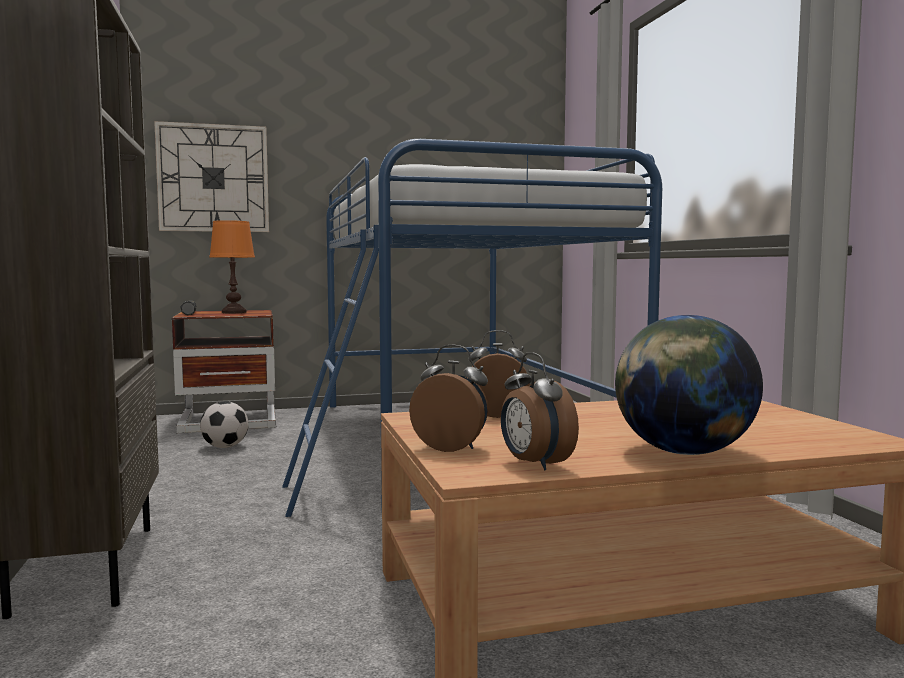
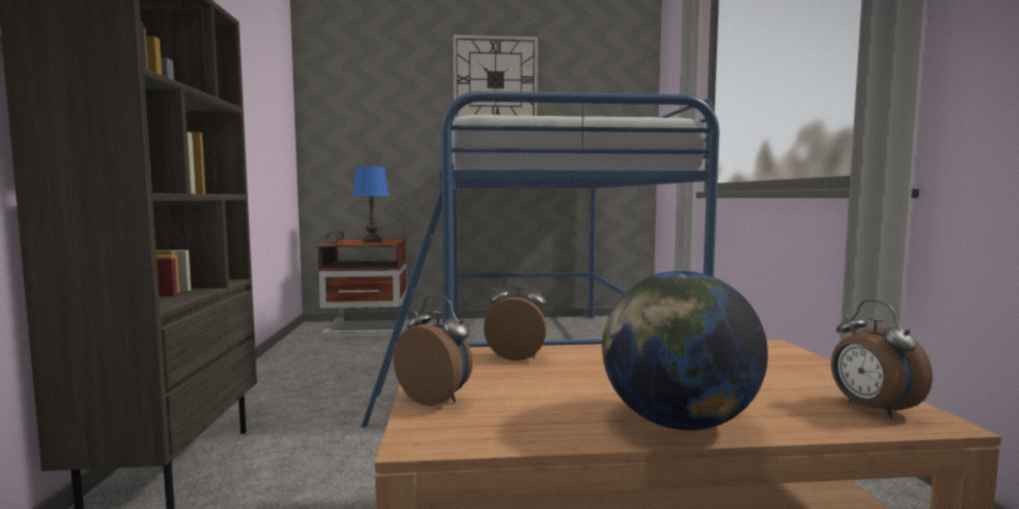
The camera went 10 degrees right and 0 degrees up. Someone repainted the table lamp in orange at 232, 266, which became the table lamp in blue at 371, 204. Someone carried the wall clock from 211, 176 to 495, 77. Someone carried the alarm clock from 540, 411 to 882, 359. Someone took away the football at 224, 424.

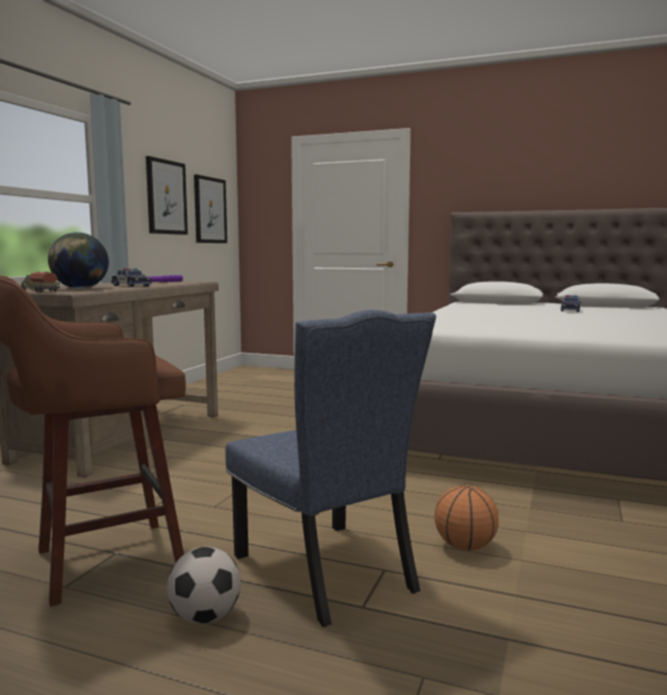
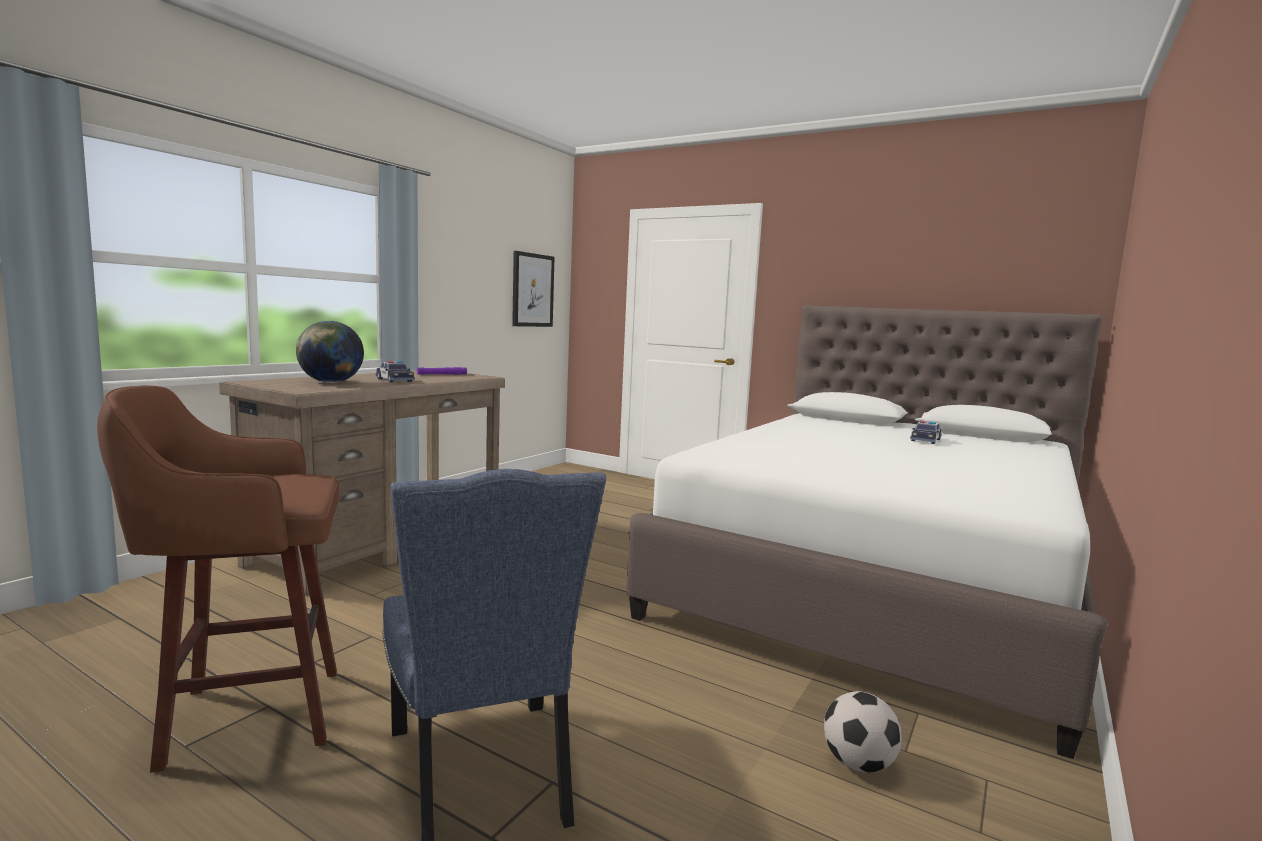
The camera went 10 degrees right and 0 degrees up. Someone carried the football from 204, 585 to 863, 732. Someone took away the toy truck at 40, 282. Someone took away the picture at 167, 195. Someone took away the basketball at 466, 518.

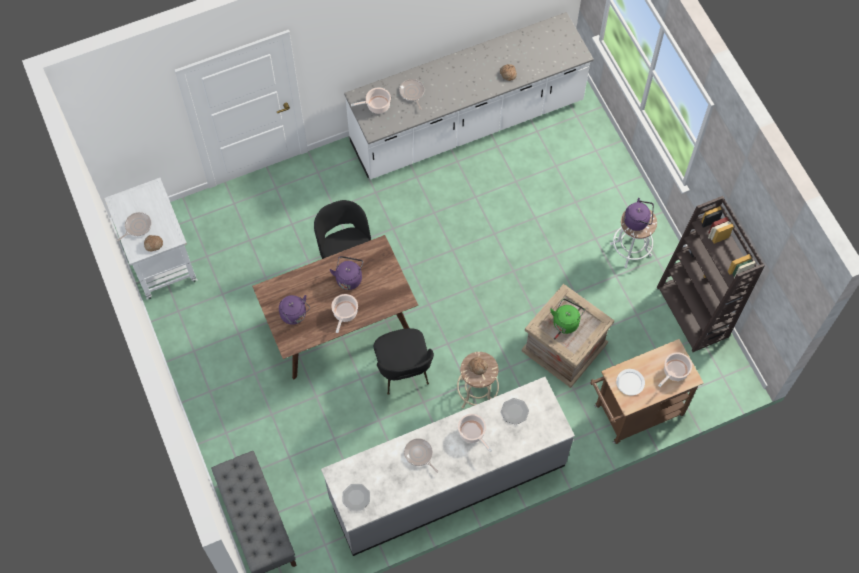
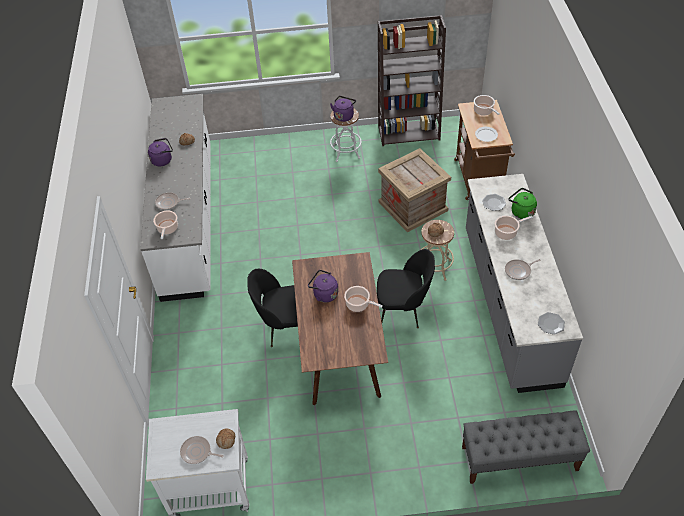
The camera went 70 degrees left and 15 degrees down. Someone carried the kettle in purple from 294, 310 to 160, 152. Someone rotated the frying pan at 134, 227 by 45 degrees counterclockwise. Someone carried the kettle in green from 567, 316 to 522, 203.

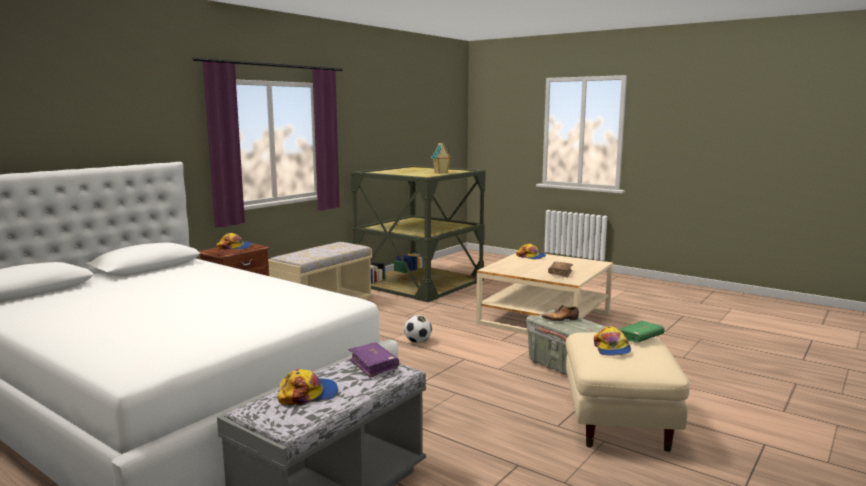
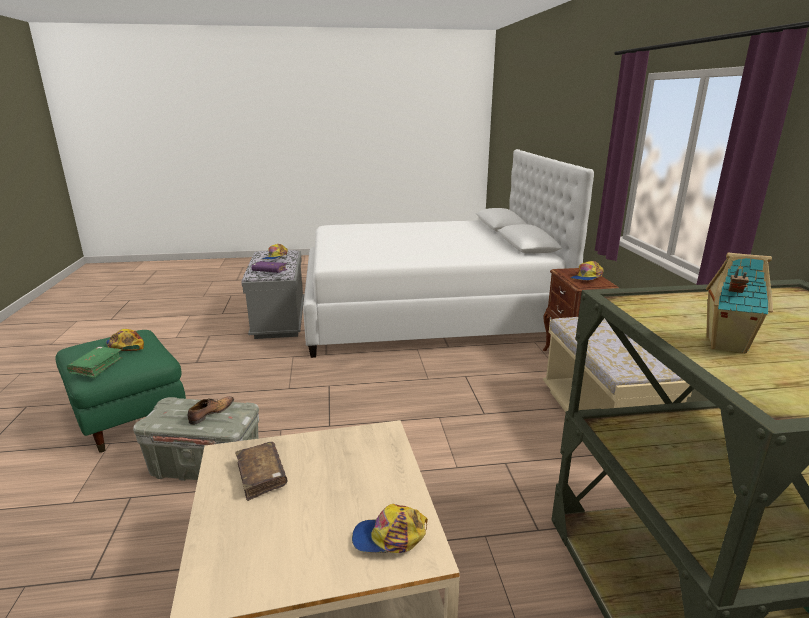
The camera went 135 degrees right and 10 degrees up. Someone repainted the ottoman in beige at 628, 392, which became the ottoman in green at 120, 391. Someone took away the football at 418, 329.

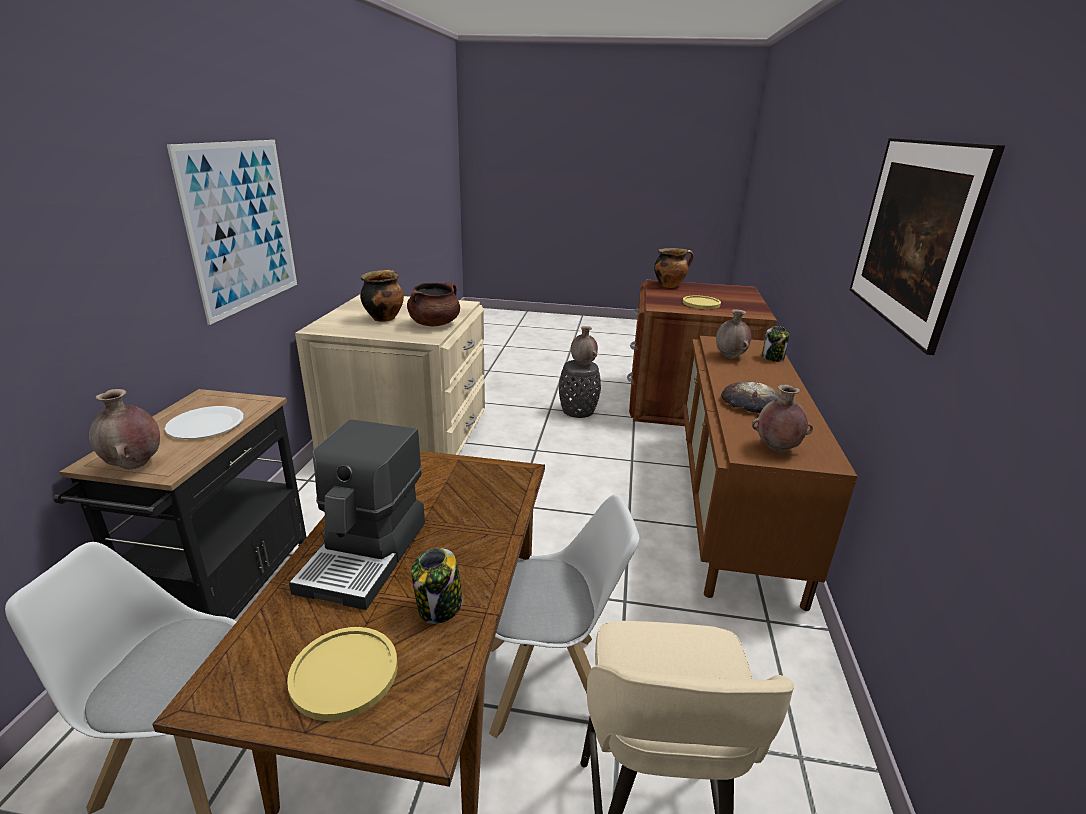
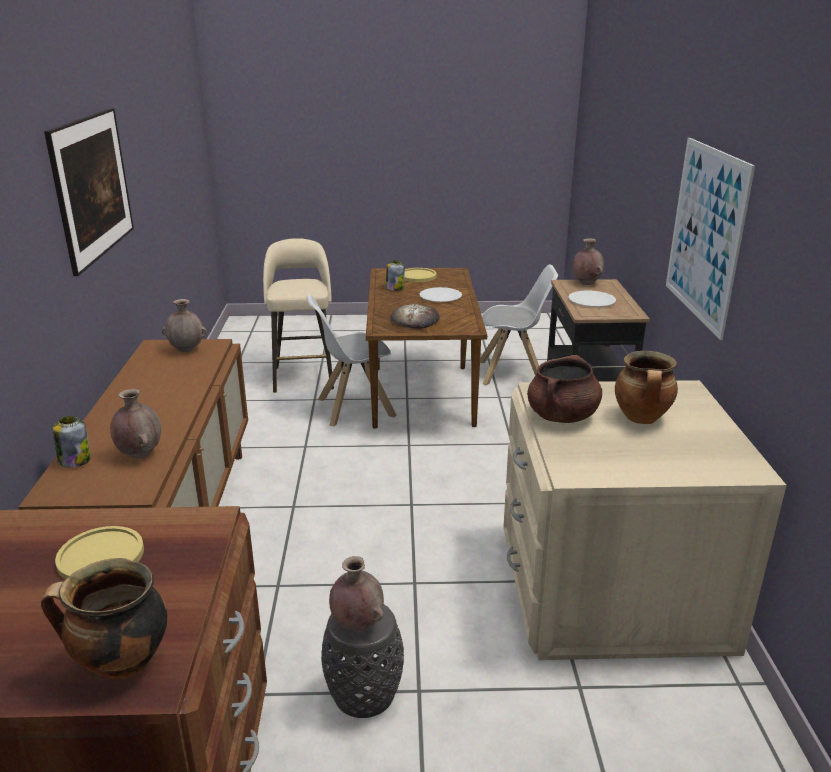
The camera went 170 degrees right and 0 degrees up. Someone carried the bread from 751, 397 to 415, 316. Someone swapped the coffee machine at 357, 514 for the plate in white at 440, 294.

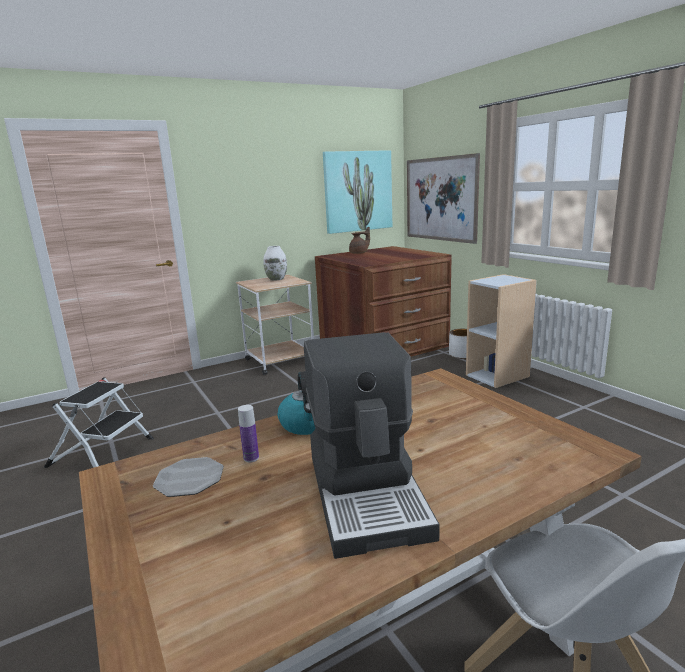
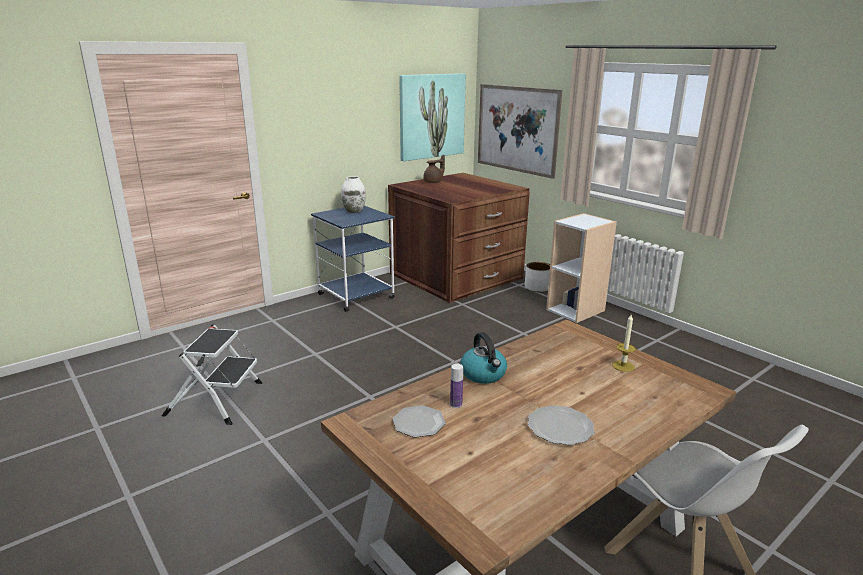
The camera went 10 degrees left and 5 degrees up. Someone repainted the cart in beige at 275, 324, which became the cart in blue at 353, 259. Someone swapped the coffee machine at 372, 445 for the plate at 561, 425. Someone put down the candle at 624, 343.

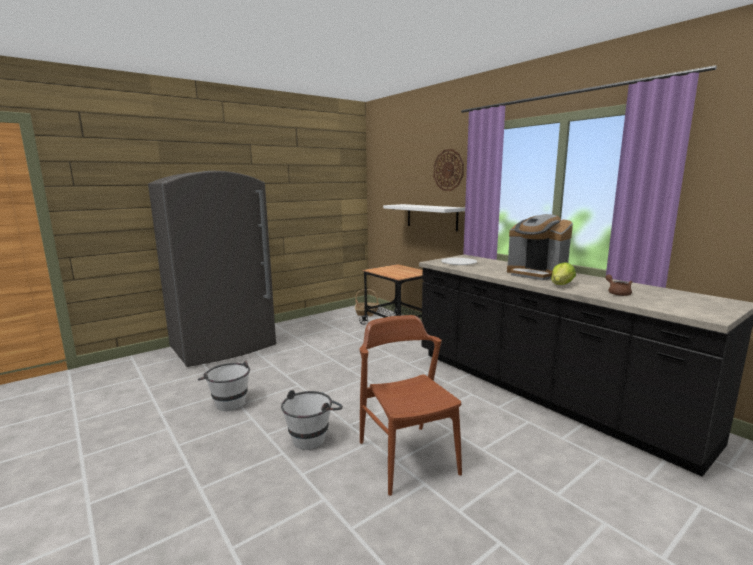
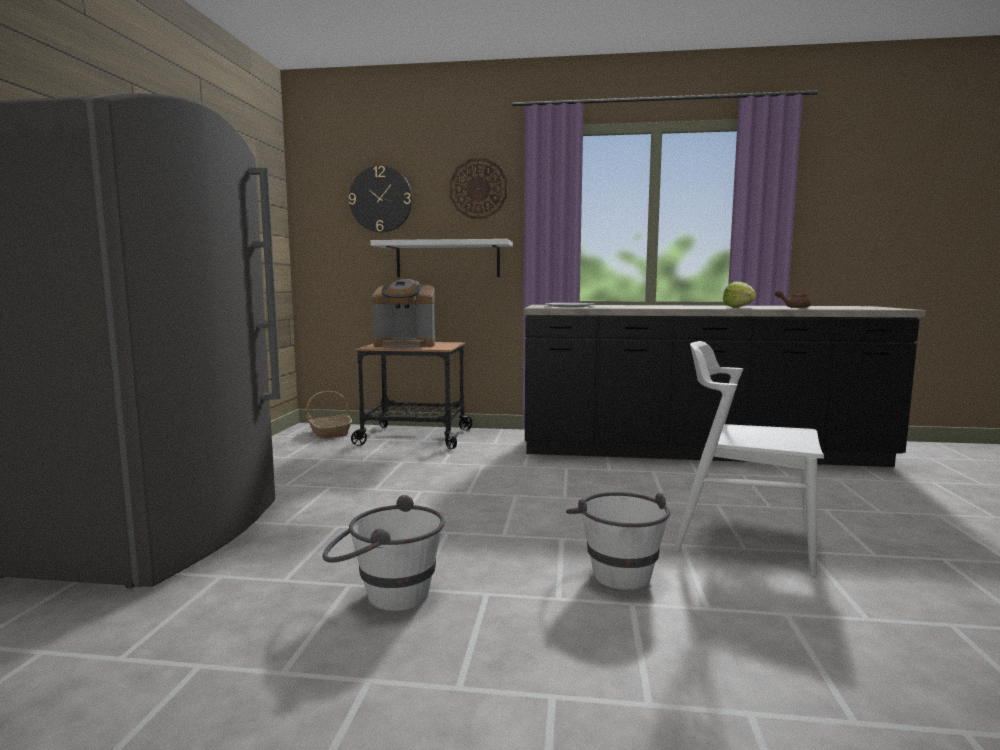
The camera went 45 degrees left and 5 degrees down. Someone put up the wall clock at 380, 198. Someone carried the coffee machine from 540, 247 to 403, 313. Someone repainted the chair in brown at 411, 405, which became the chair in white at 749, 458.

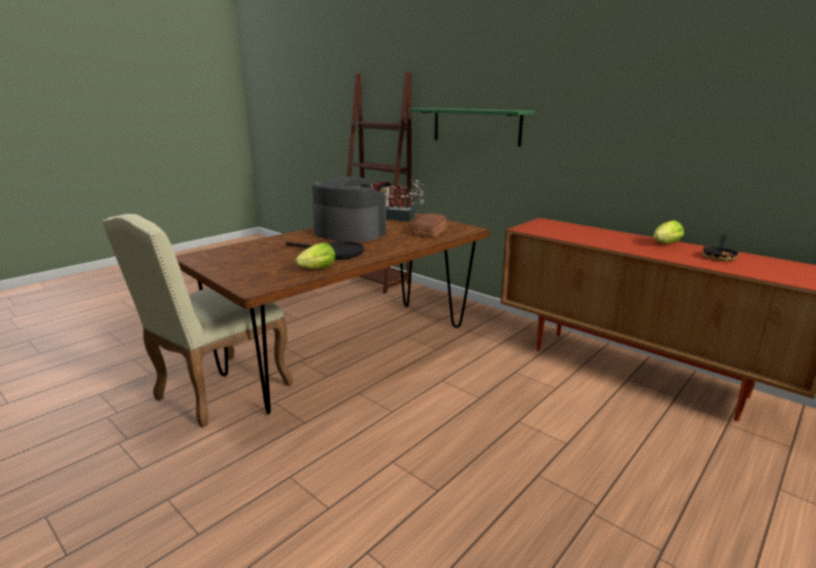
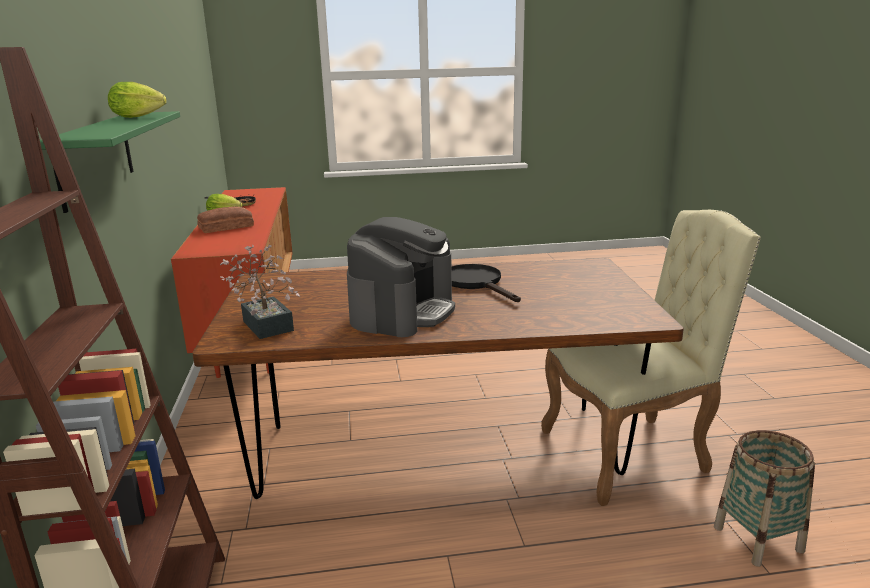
The camera went 140 degrees left and 0 degrees up. Someone carried the lettuce from 315, 256 to 137, 100. Someone carried the bread from 429, 226 to 225, 219. Someone rotated the coffee machine at 349, 209 by 135 degrees counterclockwise. Someone put down the basket at 764, 498.

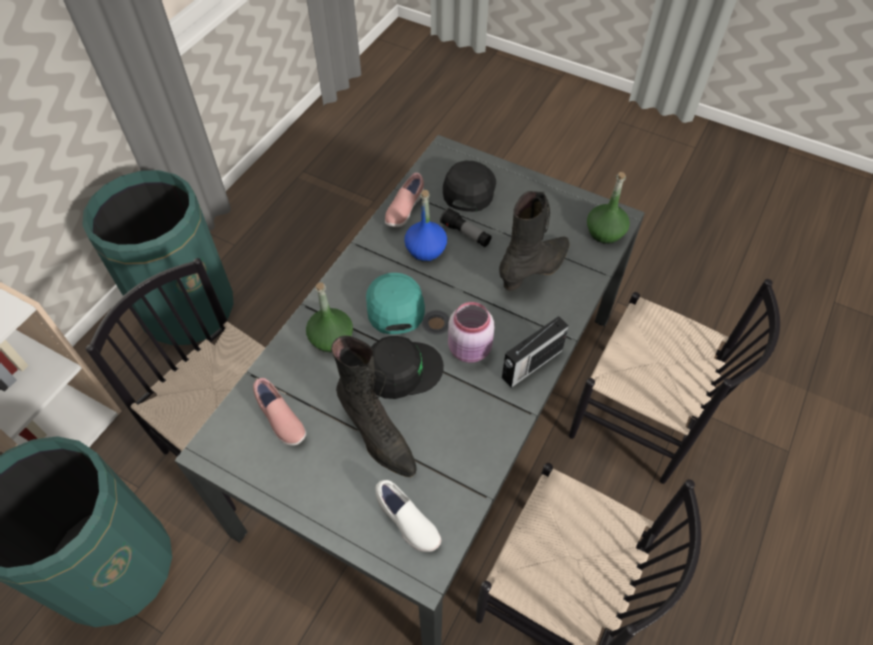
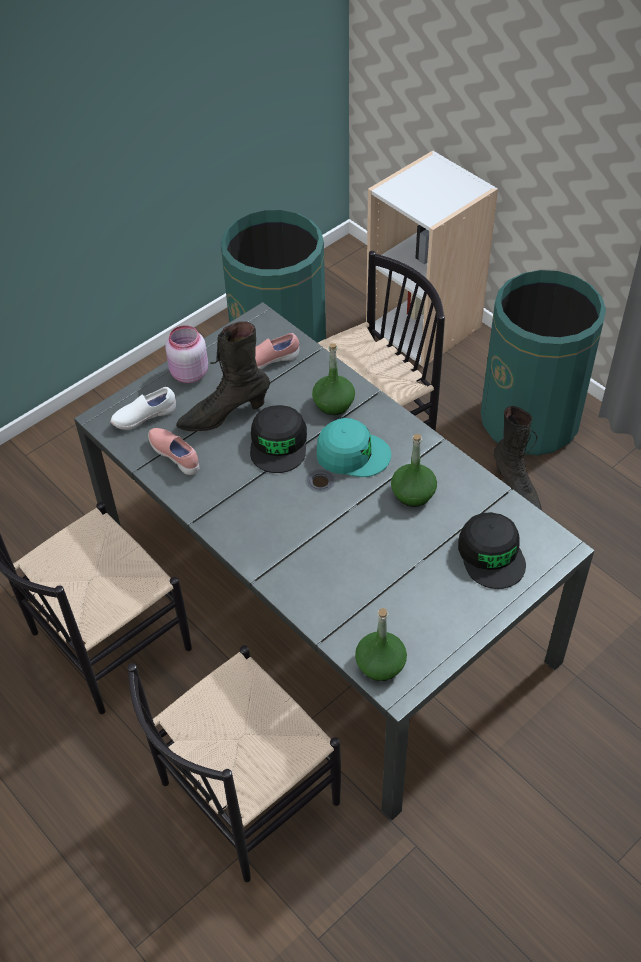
The camera went 110 degrees right and 5 degrees down. Someone carried the shoe in pink from 404, 200 to 173, 451. Someone carried the jar in pink from 471, 332 to 186, 354. Someone repainted the bottle in blue at 425, 226, which became the bottle in green at 414, 470. Someone rotated the cap in black at 469, 186 by 45 degrees clockwise. Someone carried the boot in black from 534, 241 to 518, 458. Someone took away the flashlight at 466, 227. Someone took away the radio at 535, 352.

